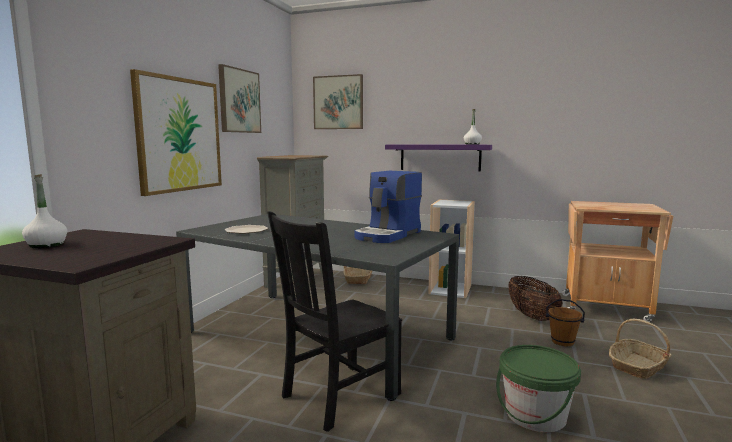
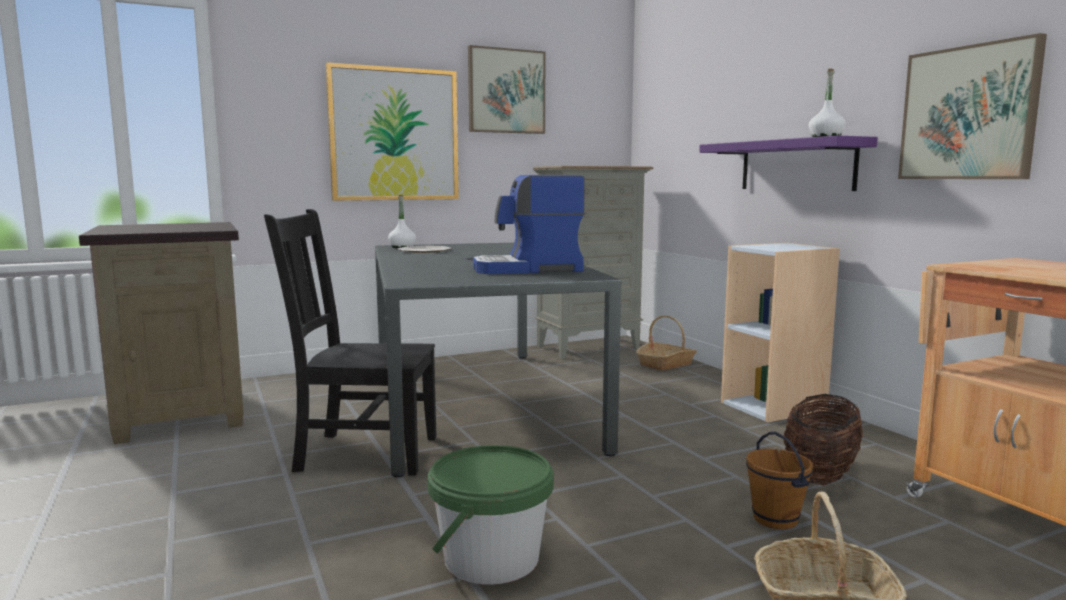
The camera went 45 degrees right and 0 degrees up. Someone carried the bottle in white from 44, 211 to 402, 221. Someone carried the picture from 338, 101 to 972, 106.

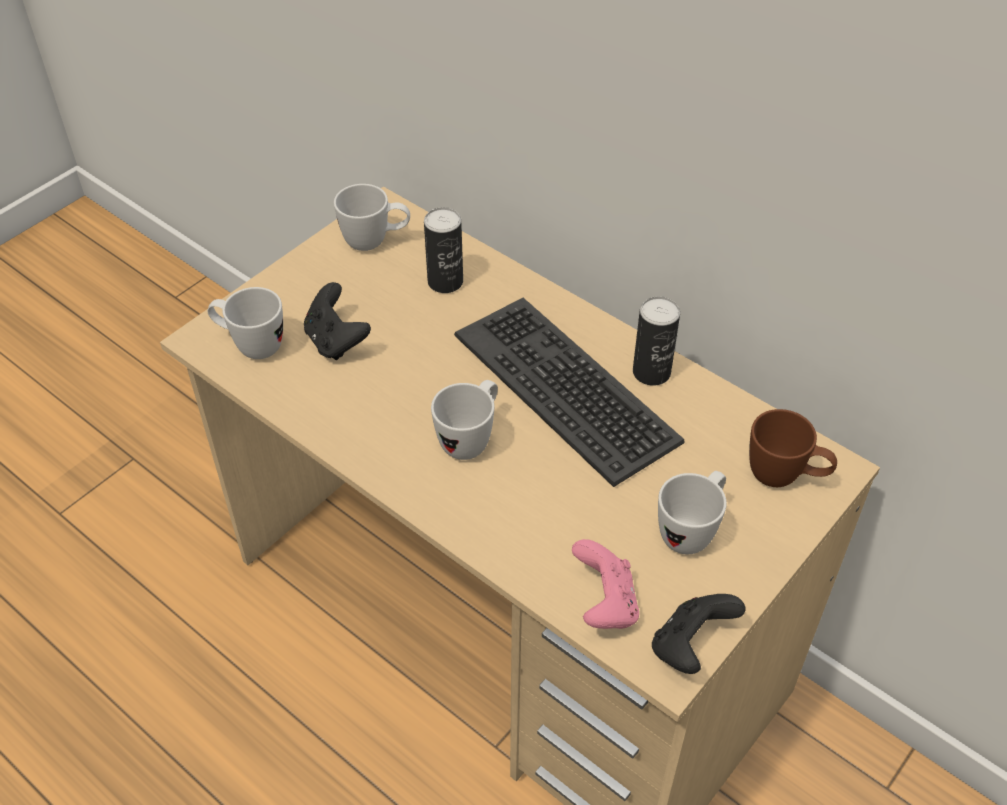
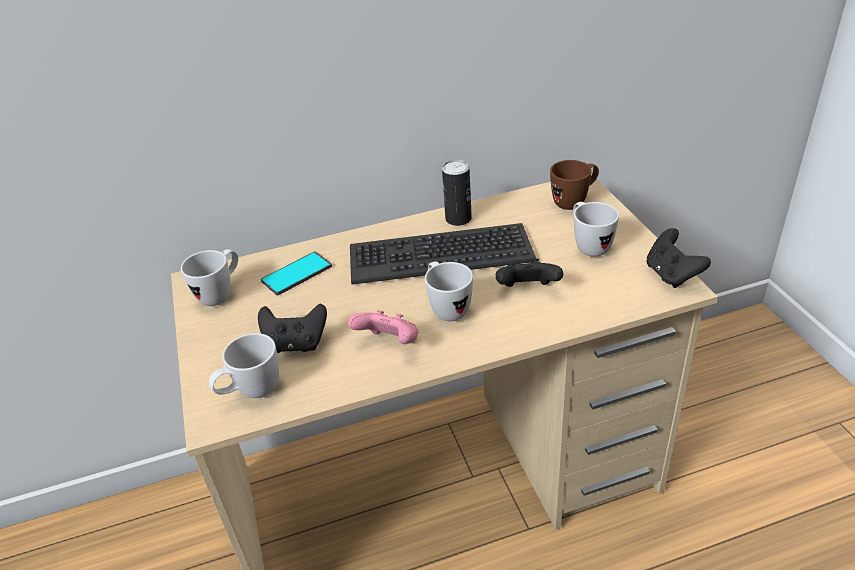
The camera went 55 degrees left and 10 degrees down. Someone swapped the can at 443, 250 for the phone at 296, 273. Someone carried the game controller in pink from 605, 584 to 383, 327. Someone put down the game controller in black at 529, 272.

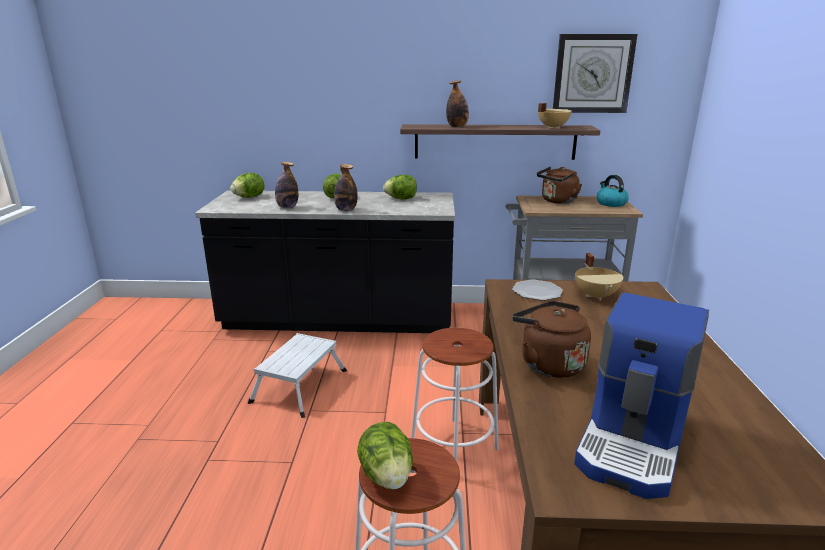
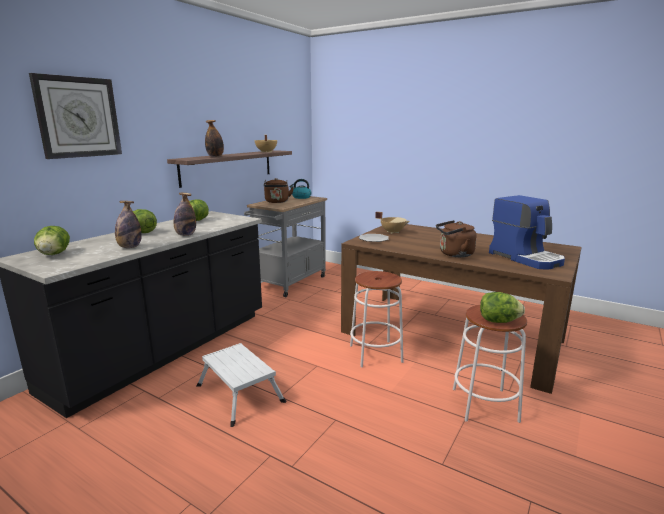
The camera went 60 degrees left and 5 degrees down. Someone carried the wall clock from 595, 73 to 75, 116.

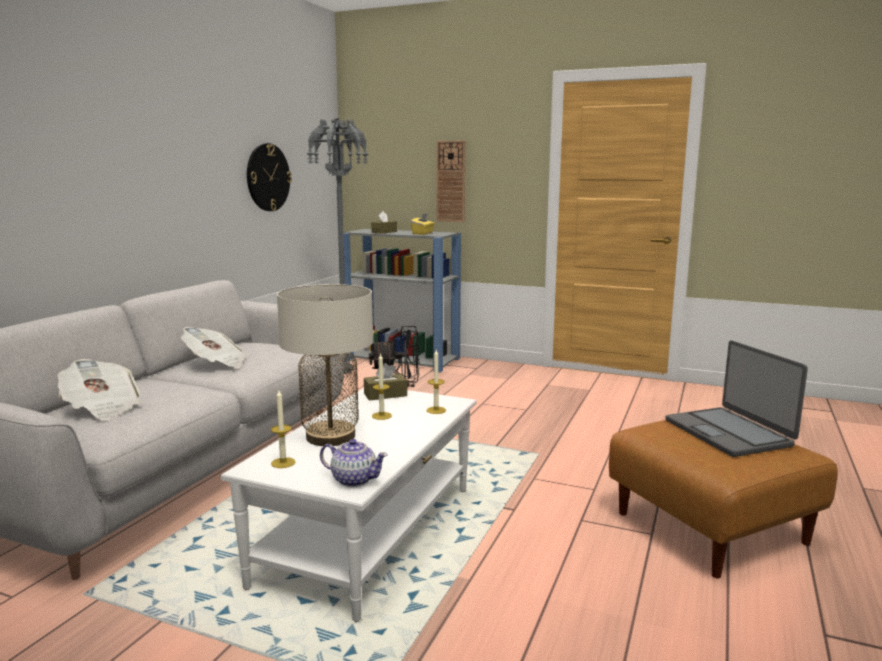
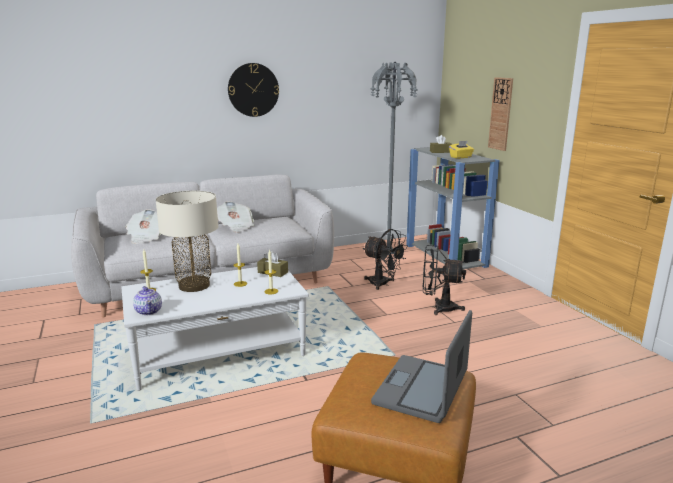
The camera went 45 degrees right and 5 degrees up. Someone carried the wall clock from 269, 177 to 253, 90. Someone put down the fan in black at 444, 280.

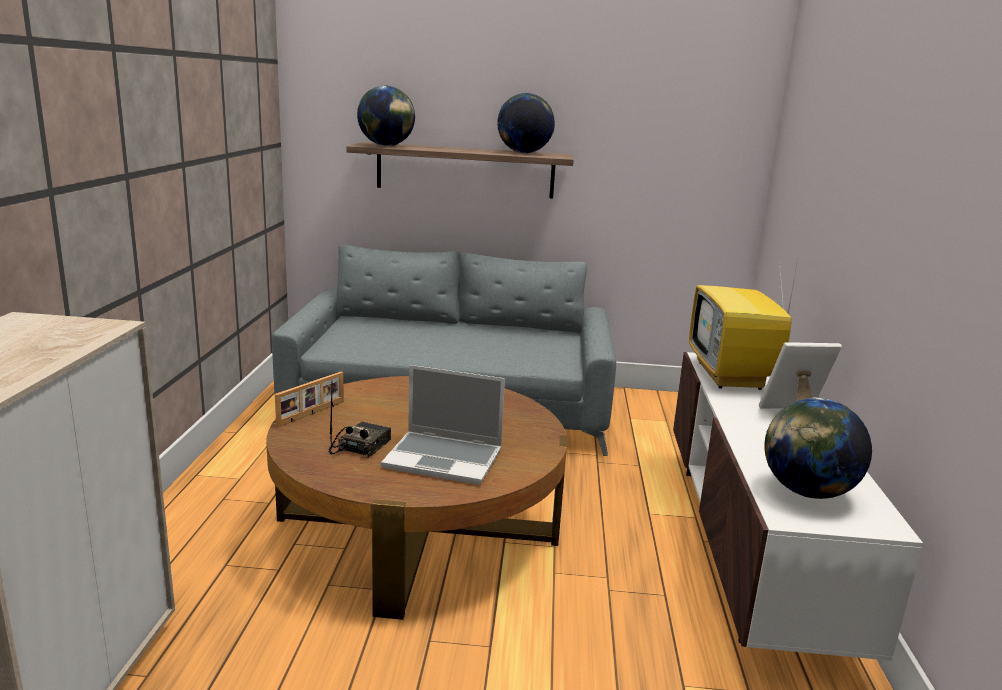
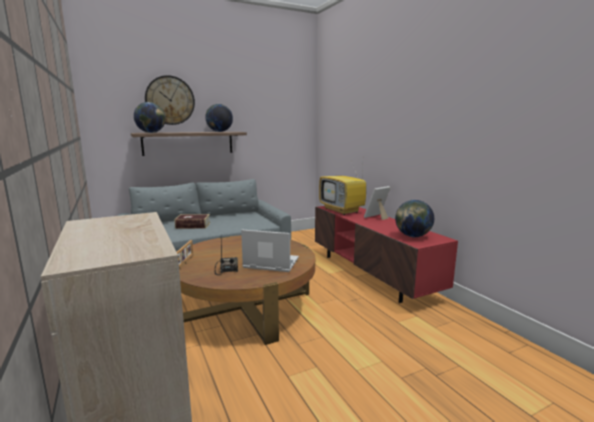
The camera went 30 degrees left and 5 degrees down. Someone put up the wall clock at 170, 100. Someone put down the book at 192, 221. Someone rotated the laptop at 443, 425 by 150 degrees counterclockwise. Someone repainted the tv stand in white at 798, 506, which became the tv stand in red at 386, 254.

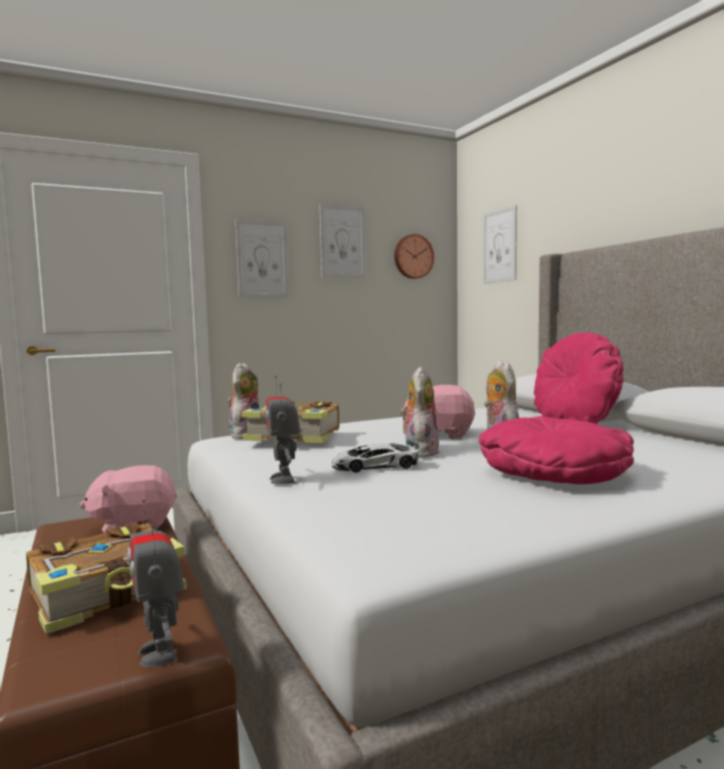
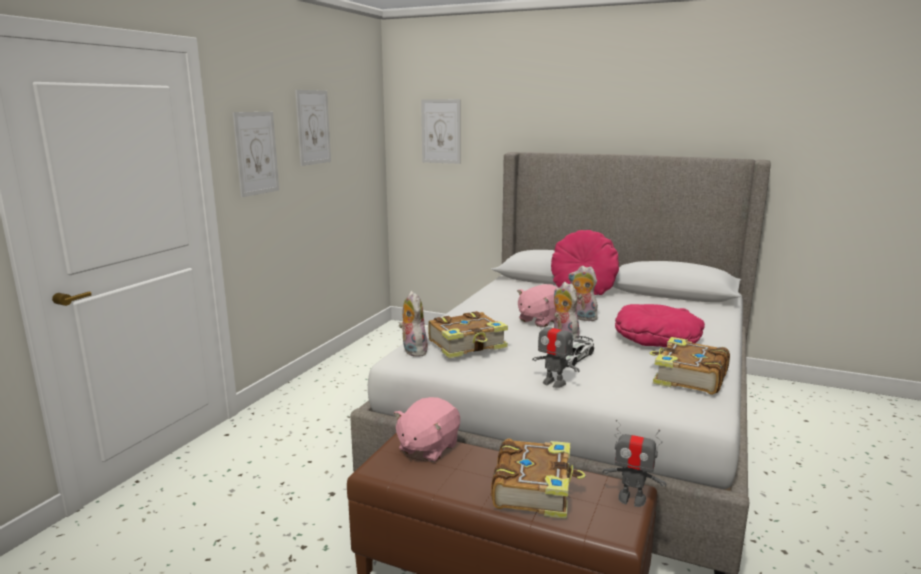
The camera went 40 degrees left and 10 degrees up. Someone put down the book at 689, 366. Someone took away the wall clock at 414, 256.

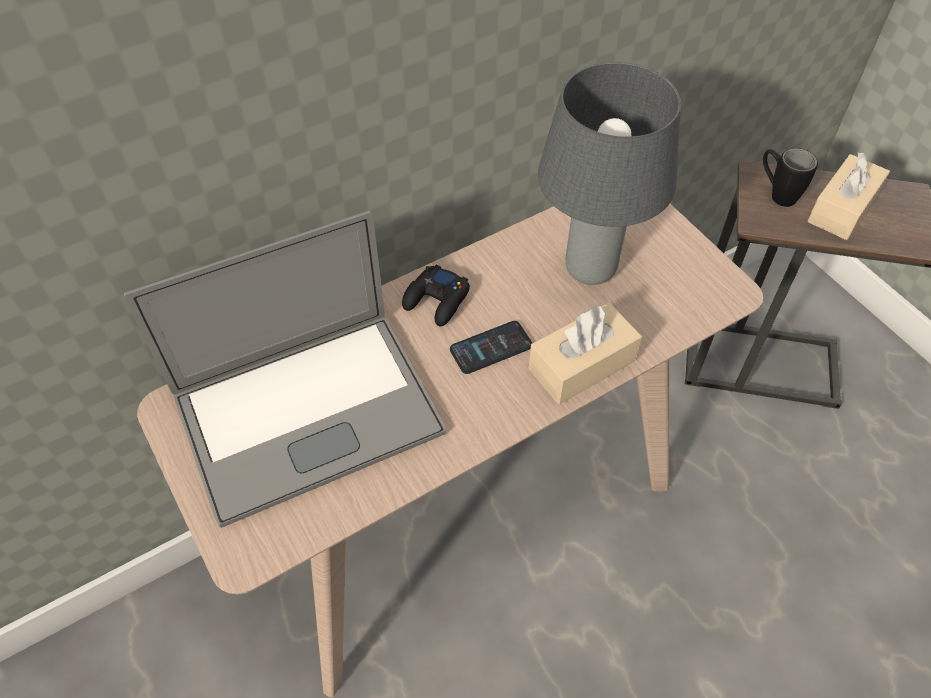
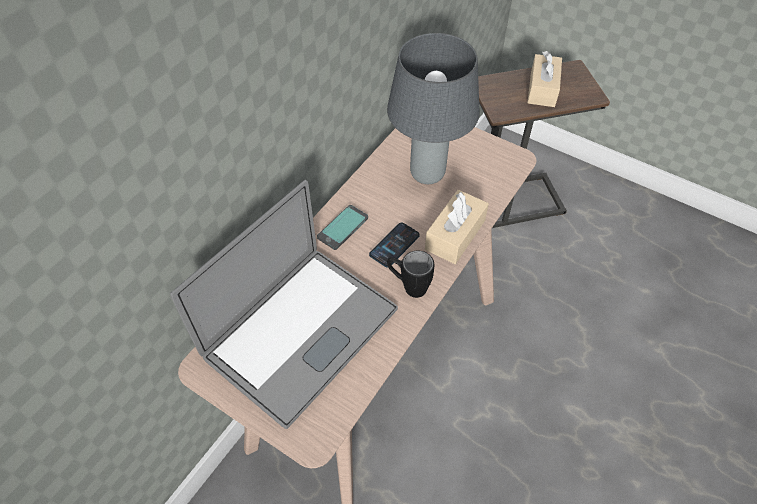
The camera went 25 degrees left and 0 degrees up. Someone swapped the game controller in black at 436, 295 for the phone at 342, 227. Someone carried the mug in black from 790, 177 to 410, 274.

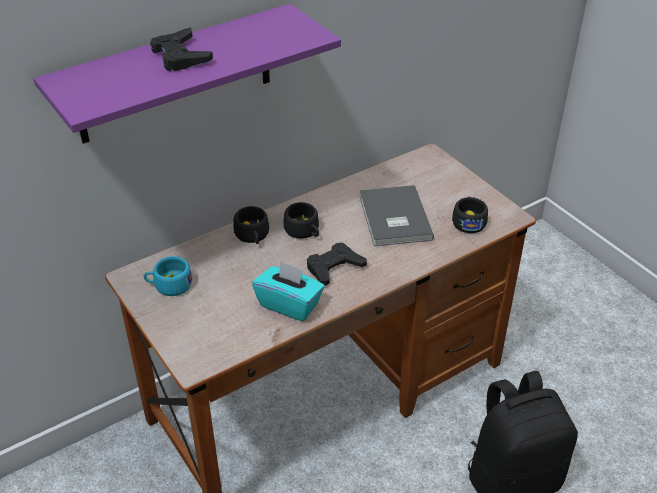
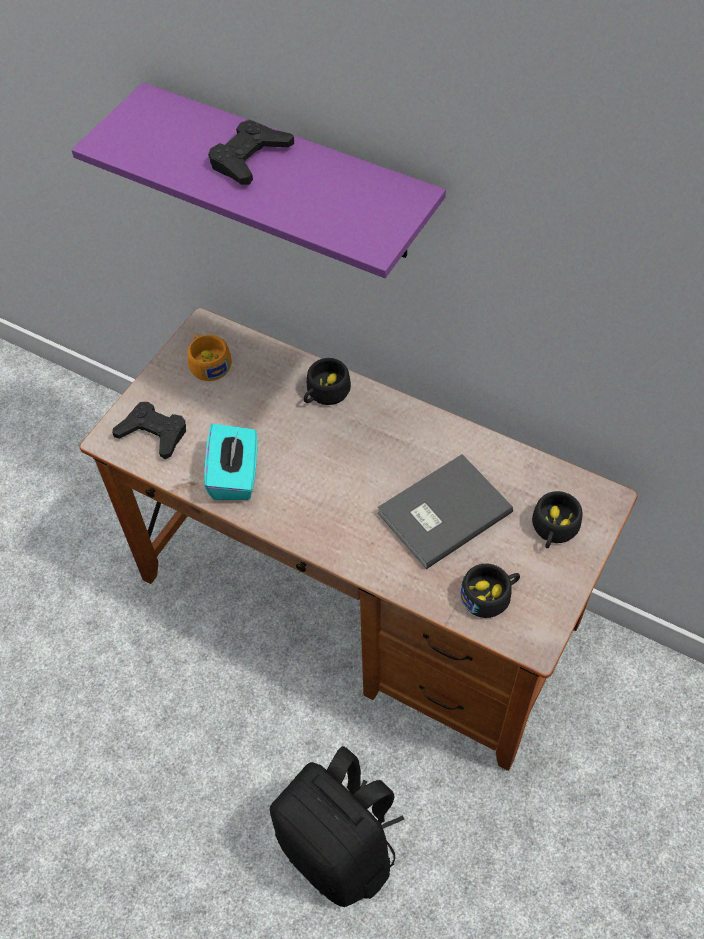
The camera went 65 degrees right and 15 degrees up. Someone carried the game controller in black from 337, 264 to 149, 430. Someone repainted the cup in turquoise at 167, 276, which became the cup in orange at 209, 357. Someone carried the cup in black from 301, 220 to 557, 519.

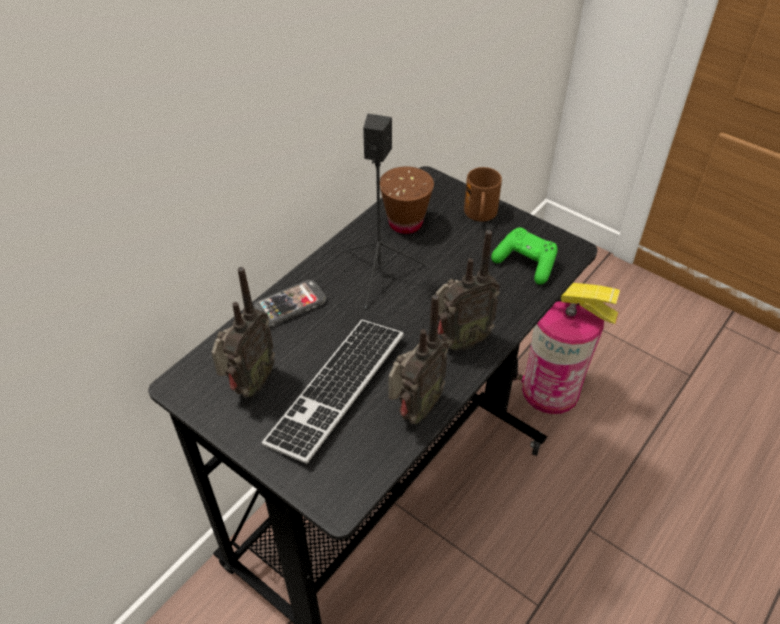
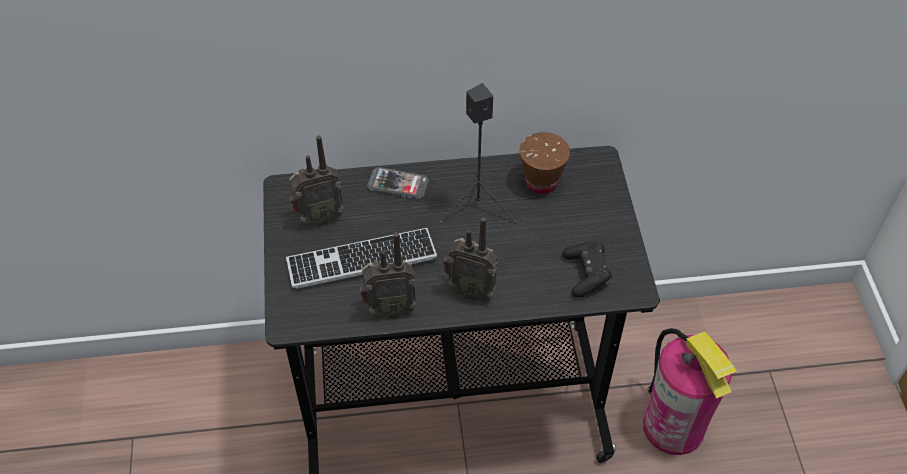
The camera went 45 degrees right and 5 degrees up. Someone repainted the game controller in green at 524, 256, which became the game controller in black at 587, 270. Someone took away the mug in brown at 483, 194.

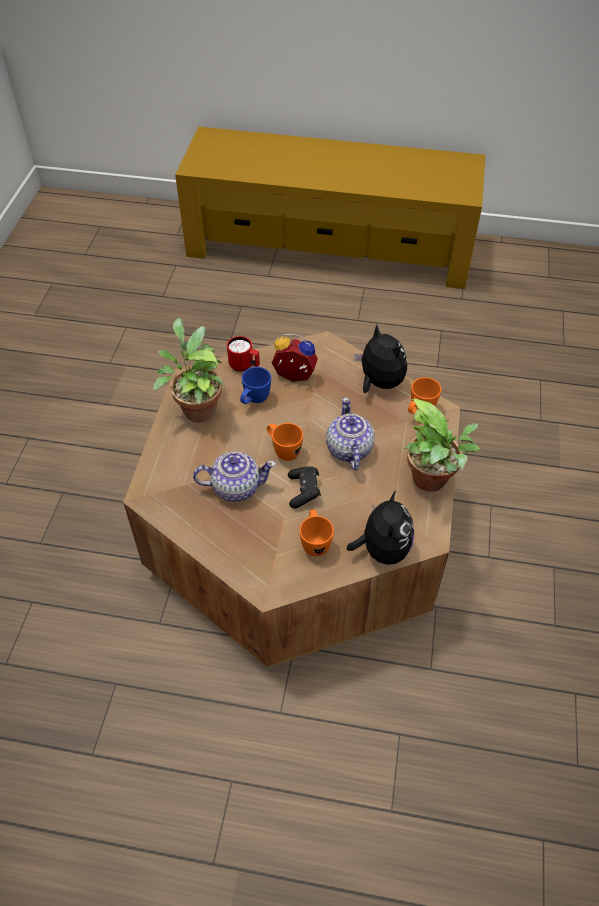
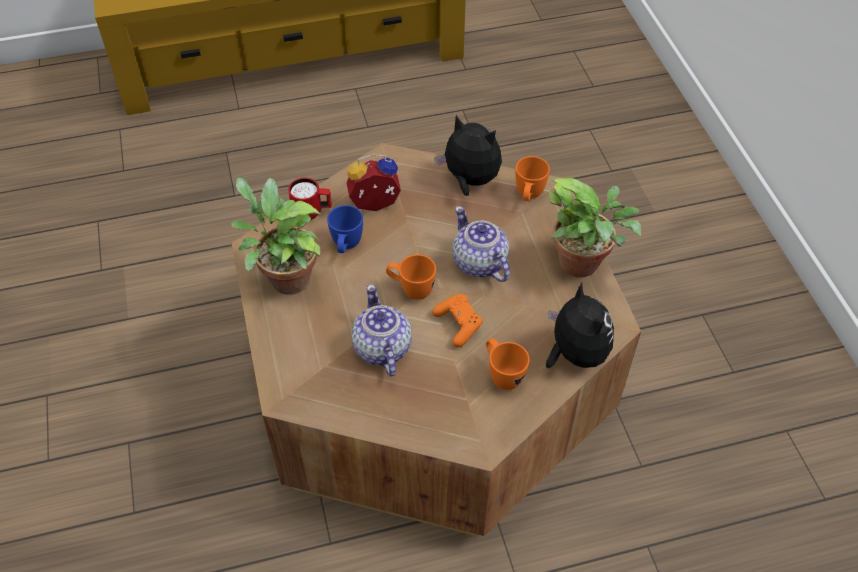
The camera went 25 degrees left and 0 degrees up. Someone rotated the teapot at 234, 477 by 75 degrees counterclockwise. Someone repainted the game controller in black at 304, 487, which became the game controller in orange at 457, 320.

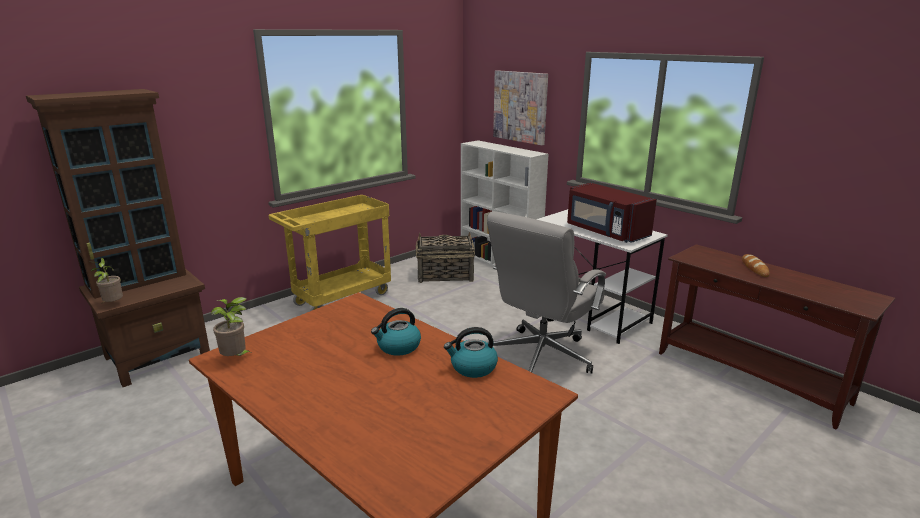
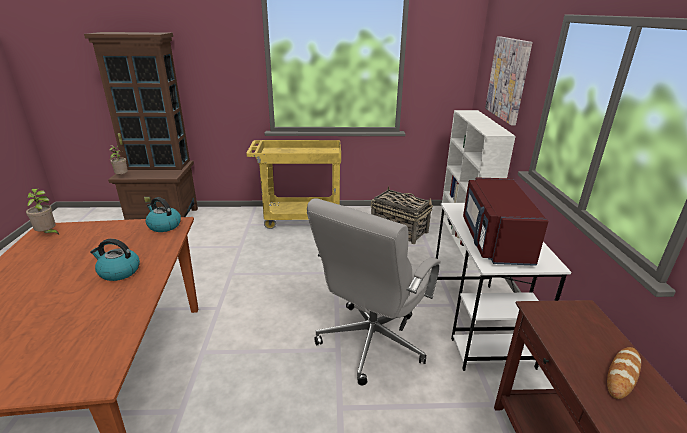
The camera went 40 degrees right and 5 degrees up. Someone carried the kettle from 471, 352 to 163, 214. Someone rotated the office chair in grey at 546, 292 by 45 degrees counterclockwise.

